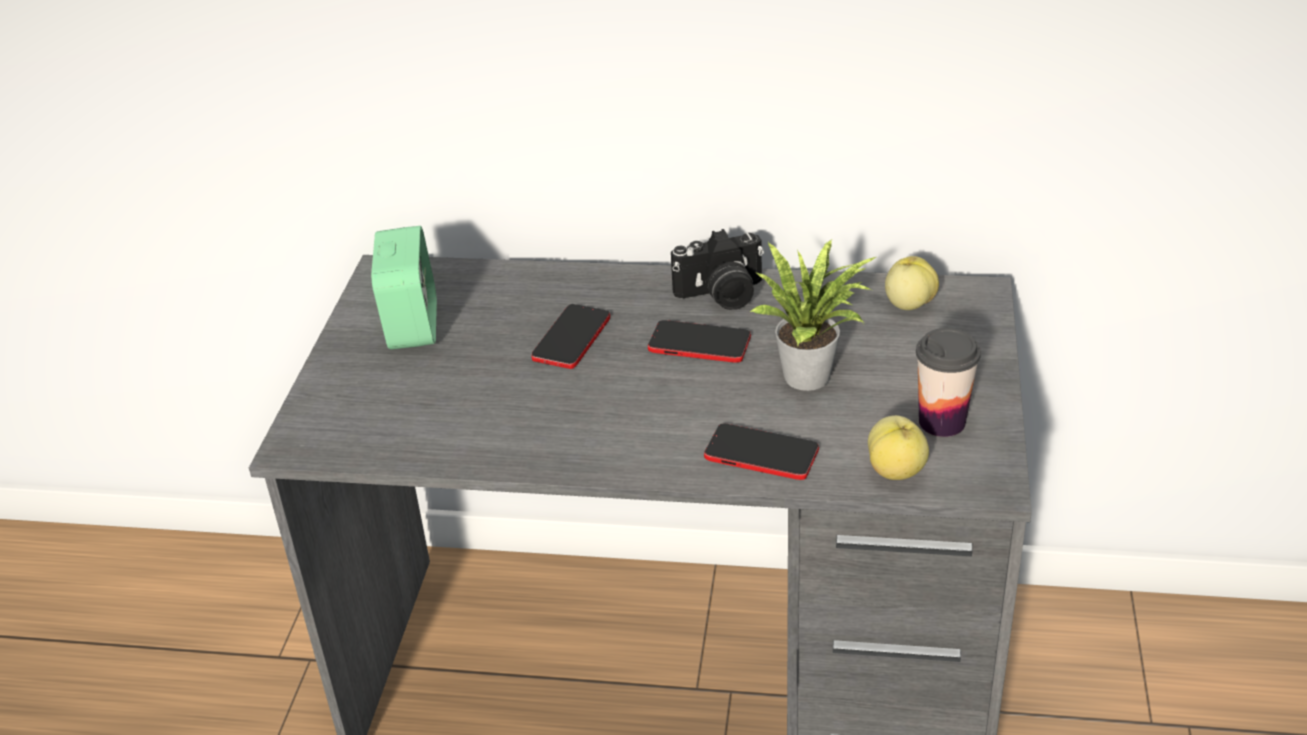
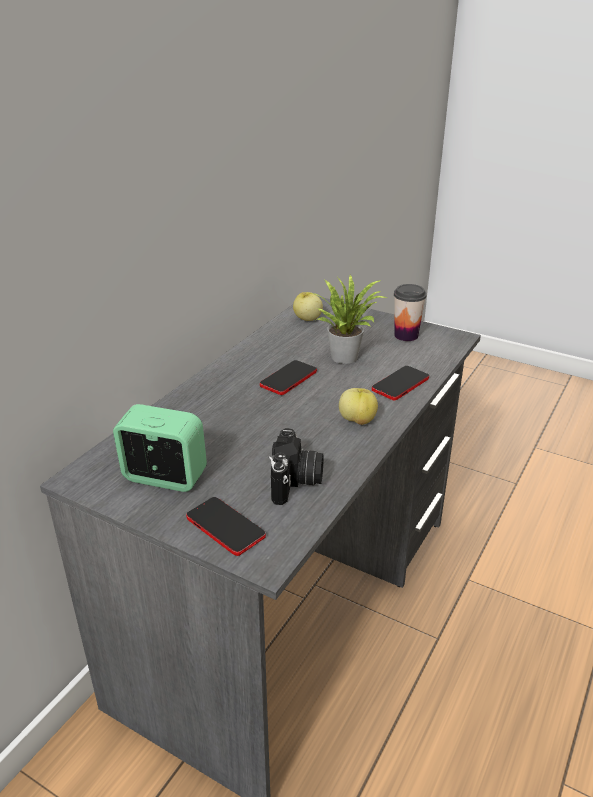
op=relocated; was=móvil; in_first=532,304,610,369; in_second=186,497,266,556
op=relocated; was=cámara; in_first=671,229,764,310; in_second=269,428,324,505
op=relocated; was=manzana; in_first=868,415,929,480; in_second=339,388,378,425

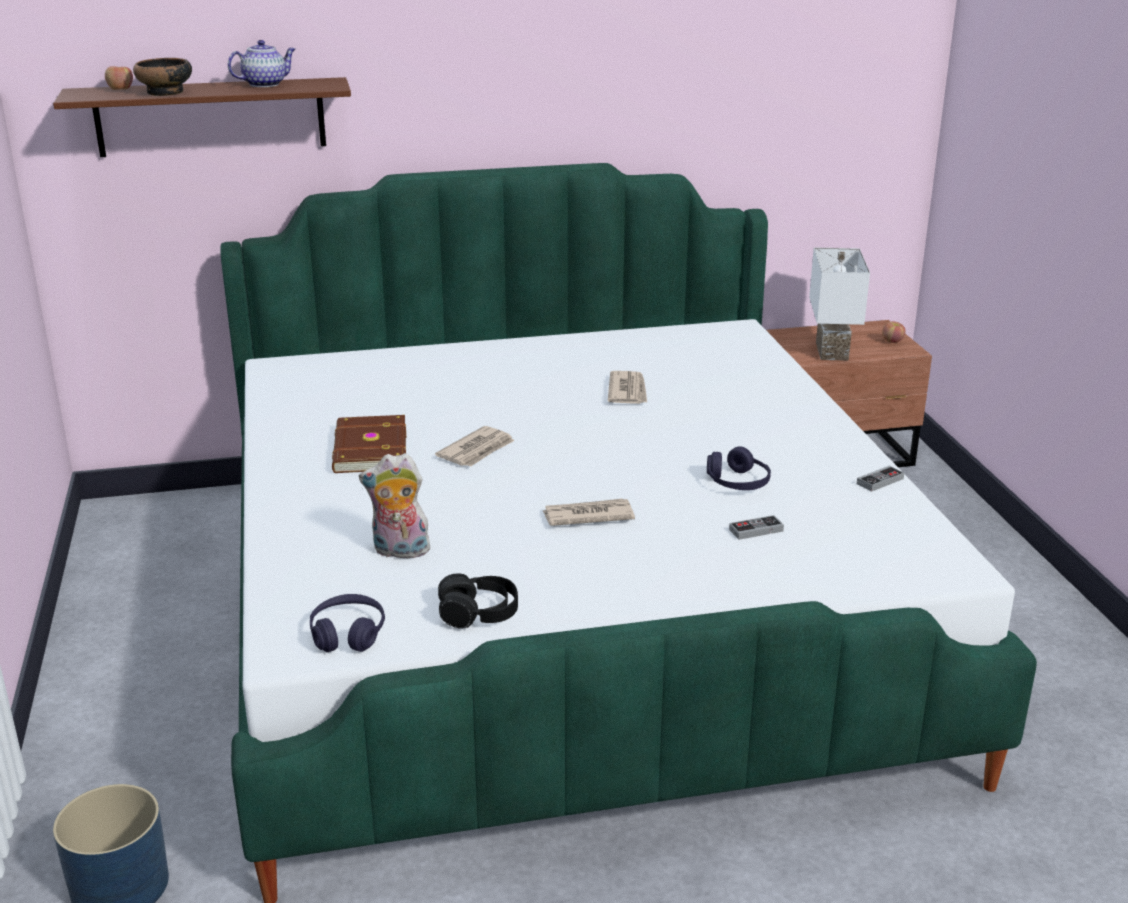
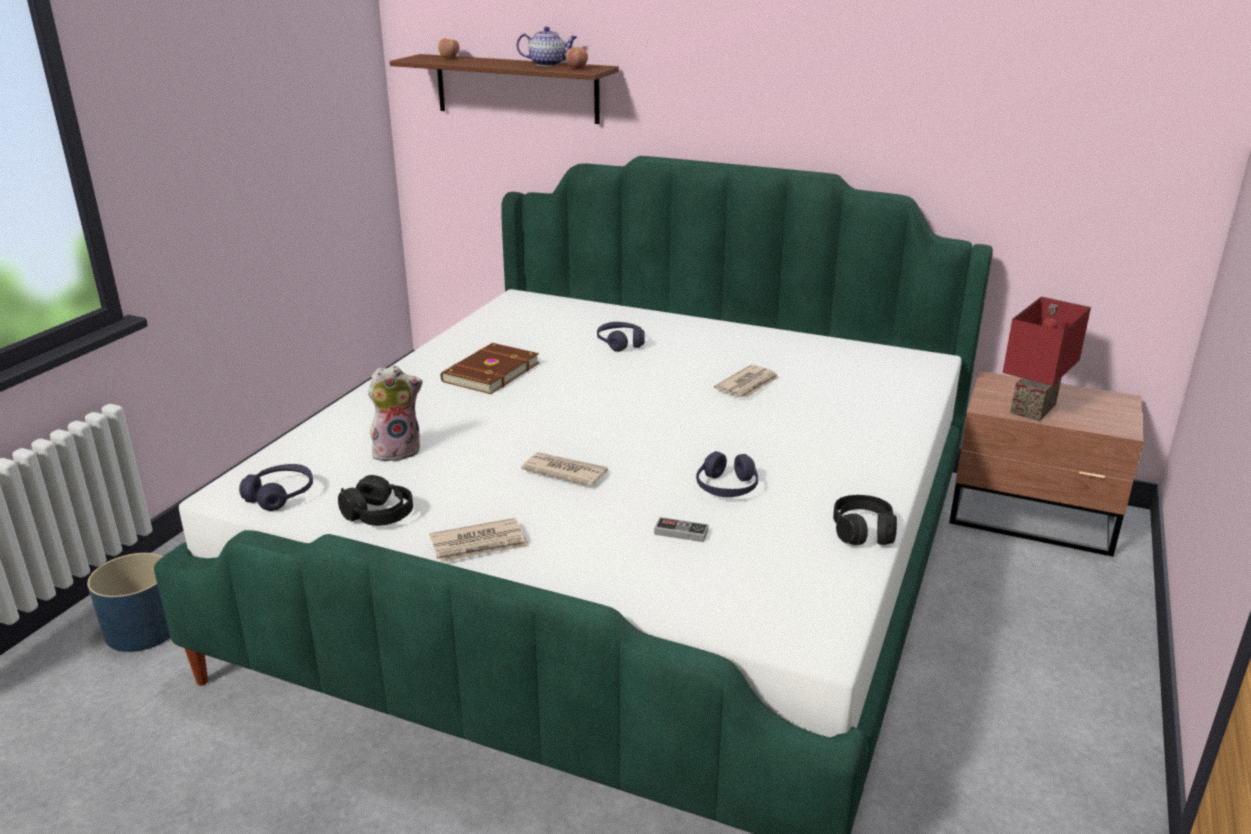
op=spun; was=peluche; in_first=359,453,435,558; in_second=368,365,423,461; clockwise=120
op=relocated; was=periódico; in_first=435,426,514,467; in_second=430,518,529,563
op=relocated; was=manzana; in_first=882,321,906,343; in_second=566,47,588,69
op=appeared; now=auriculares (morado); in_second=597,322,645,352
op=exchanged; was=mando de consola; now=auriculares (negro); in_first=857,466,904,492; in_second=833,495,897,545
op=colour; was=lámpara de mesa (blanco); now=lámpara de mesa (rojo); in_first=809,247,870,361; in_second=1003,296,1091,421
op=missing; was=cuenco; in_first=133,58,192,96

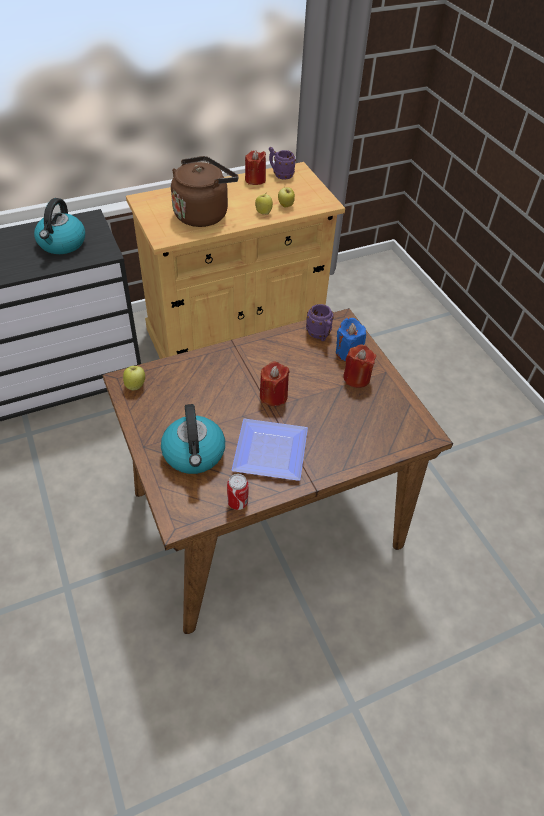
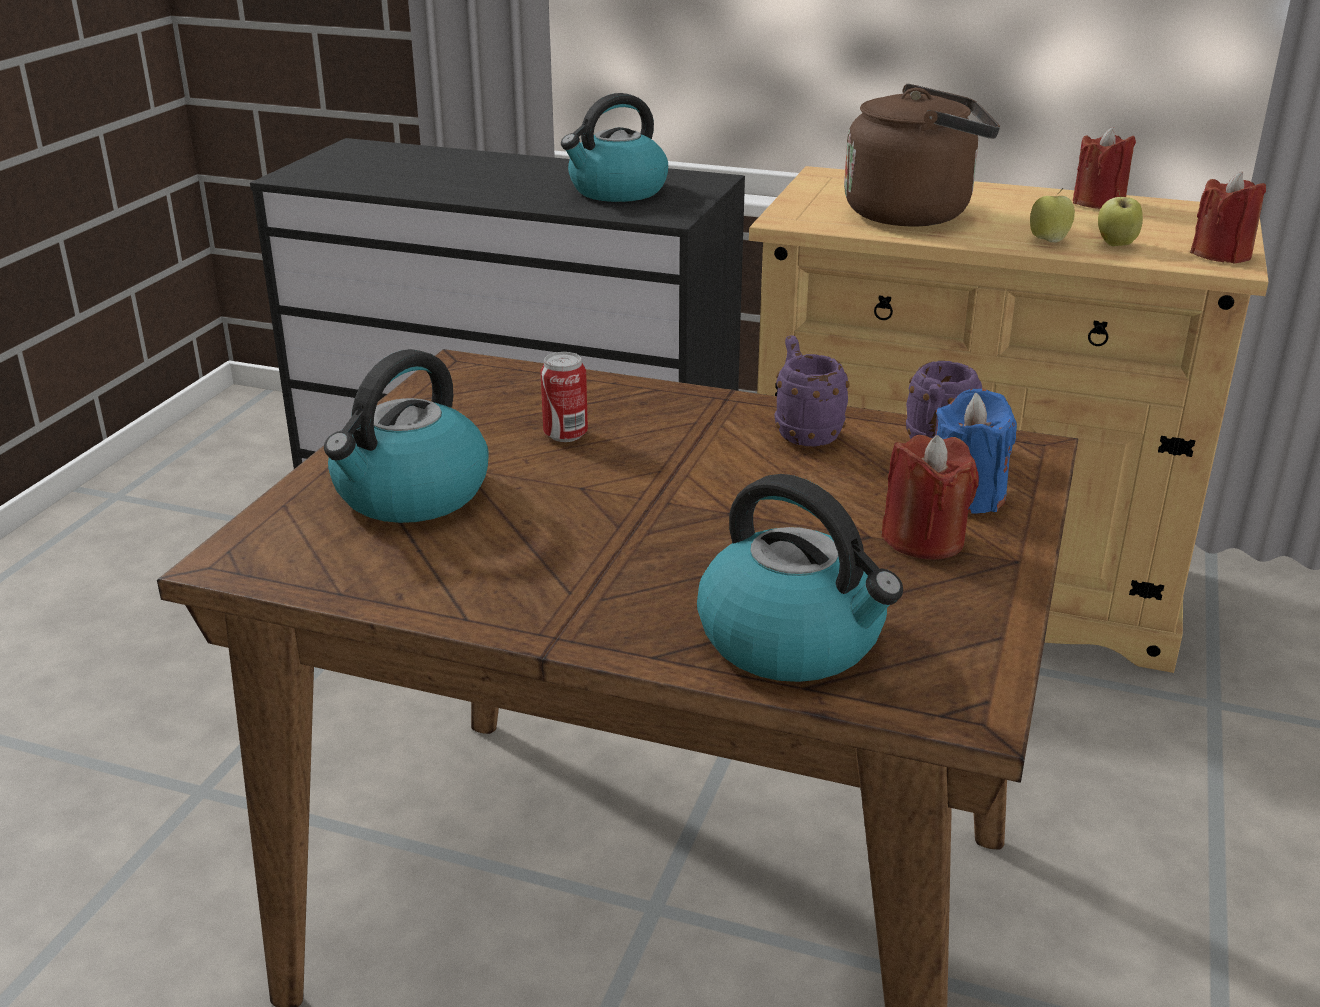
op=relocated; was=lata; in_first=227,474,249,510; in_second=541,352,588,442
op=appeared; now=hervidor; in_second=697,474,903,682
op=relocated; was=taza grande (morado); in_first=269,147,296,180; in_second=774,336,850,446
op=relocated; was=vela (rojo); in_first=260,362,290,406; in_second=1190,172,1266,264
op=missing; was=manzana; in_first=123,366,145,391
op=missing; was=plato; in_first=232,419,308,481

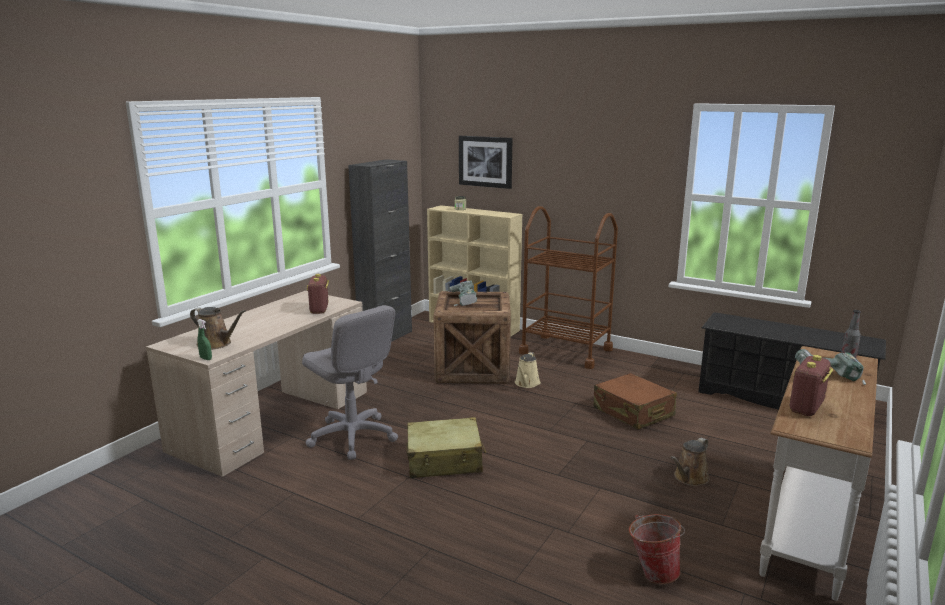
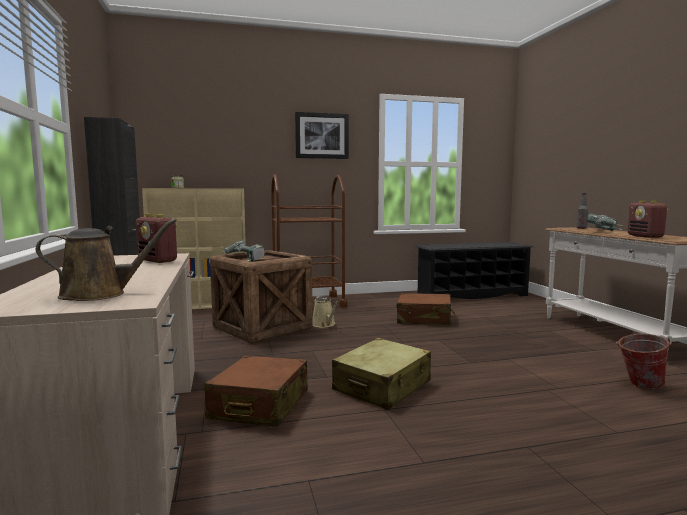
op=exchanged; was=silla de oficina (gris); now=maleta (marrón); in_first=302,305,398,460; in_second=204,355,308,427
op=relocated; was=cuadro; in_first=459,136,513,189; in_second=295,112,349,159
op=missing; was=pulverizador (verde); in_first=197,319,212,360
op=missing; was=regadera (marrón); in_first=671,438,710,486

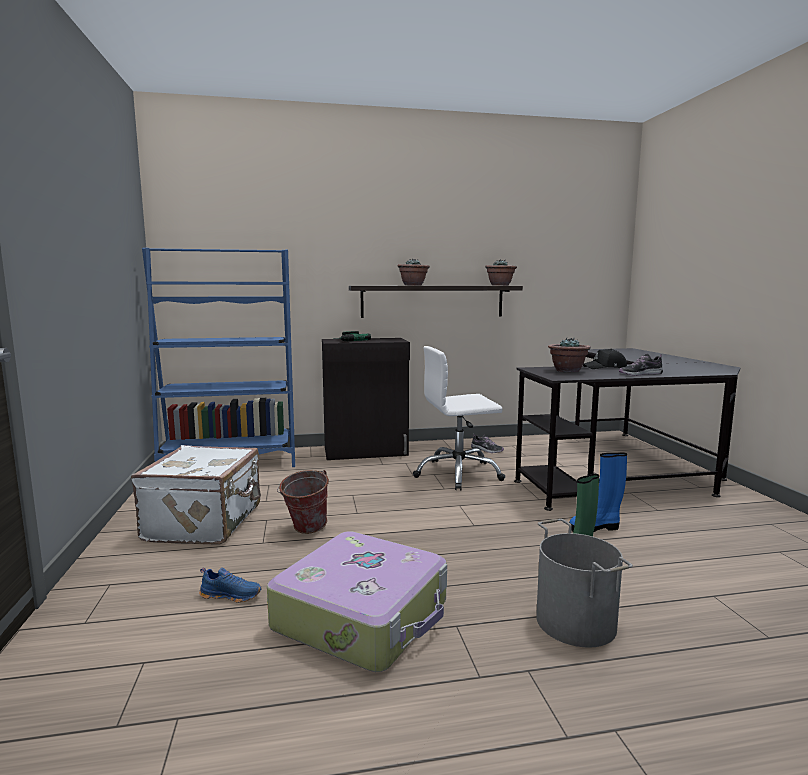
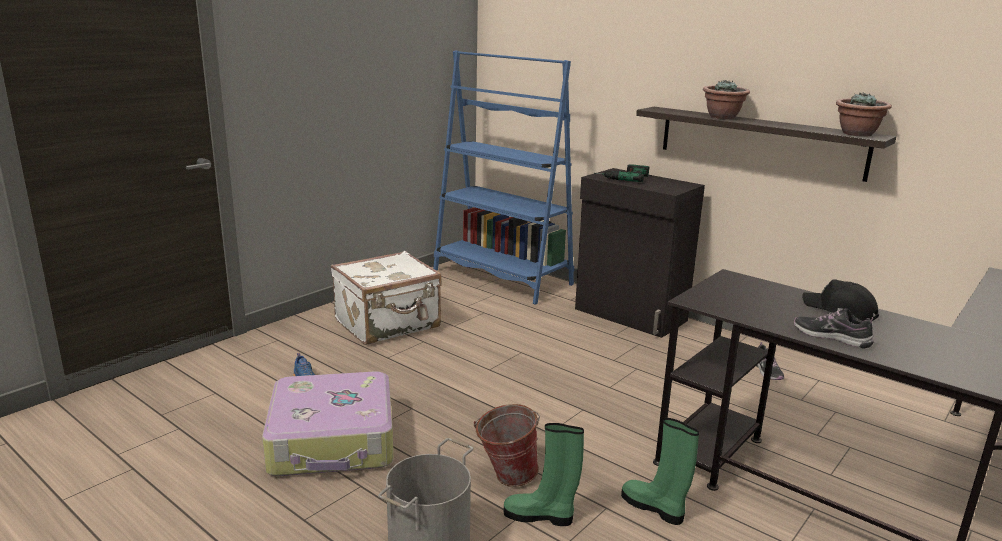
op=relocated; was=cubo; in_first=277,470,329,534; in_second=473,404,540,487
op=colour; was=bota (azul); now=bota (verde); in_first=569,453,627,532; in_second=621,418,699,525
op=missing; was=silla de oficina (blanco); in_first=413,346,505,490
op=missing; was=planta en maceta; in_first=548,338,591,372

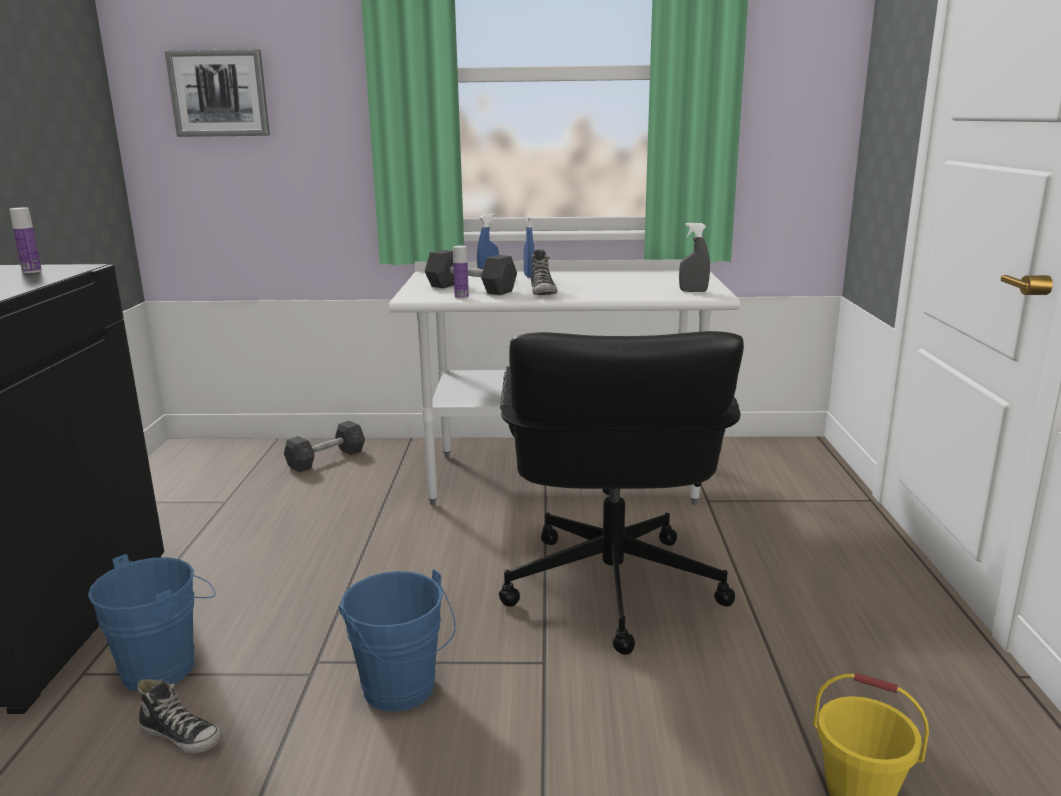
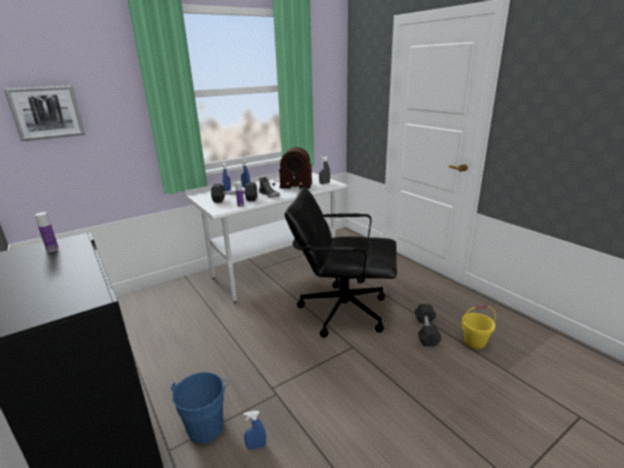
op=exchanged; was=zapato; now=pulverizador (azul); in_first=137,679,223,754; in_second=244,411,266,450
op=appeared; now=radio; in_second=272,147,312,189
op=spun; was=silla de oficina (negro); in_first=499,331,744,655; in_second=284,187,397,338; clockwise=135
op=relocated; was=mancuerna (gris); in_first=284,421,365,472; in_second=415,304,442,347
op=missing; was=cubo (azul); in_first=338,569,456,712

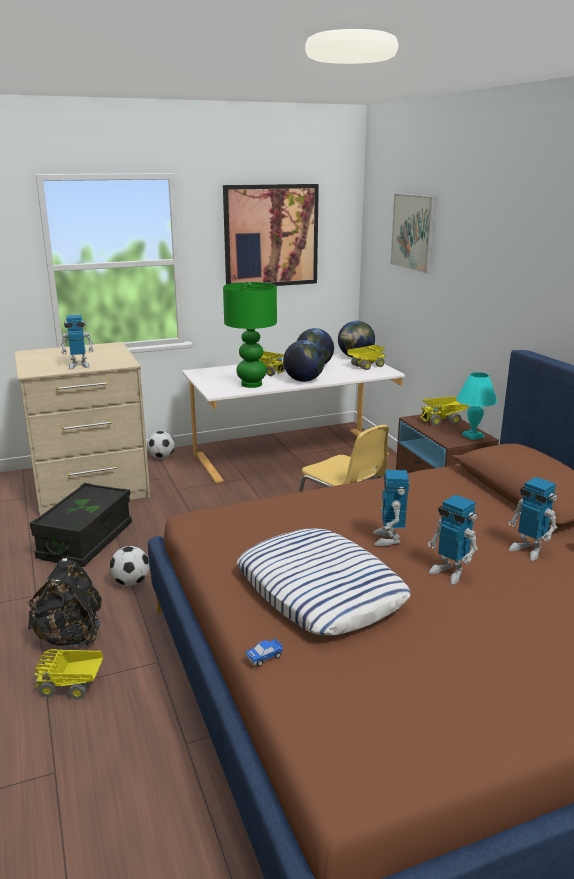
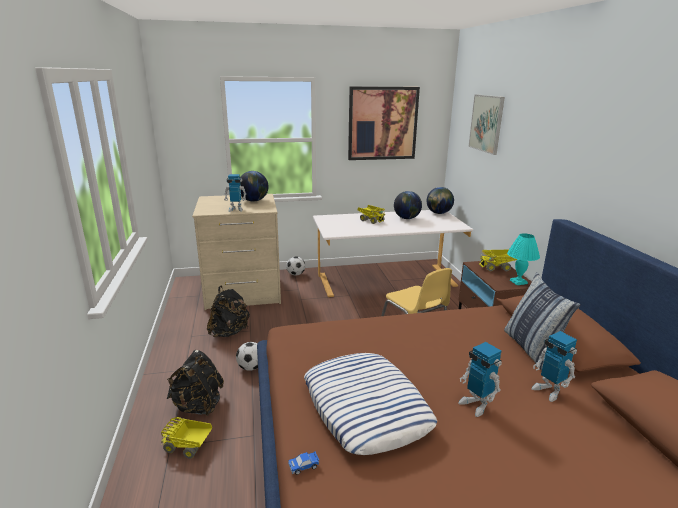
op=exchanged; was=caja de almacenaje (negro); now=mochila (negro); in_first=30,483,132,567; in_second=207,286,250,337
op=relocated; was=globo terráqueo; in_first=283,340,325,382; in_second=240,171,268,202
op=appeared; now=cojín; in_second=504,272,581,370
op=missing; was=lámpara de mesa (verde); in_first=223,282,277,388
op=missing; was=camión de juguete; in_first=347,345,386,370
op=missing; was=robot de juguete; in_first=373,470,409,546

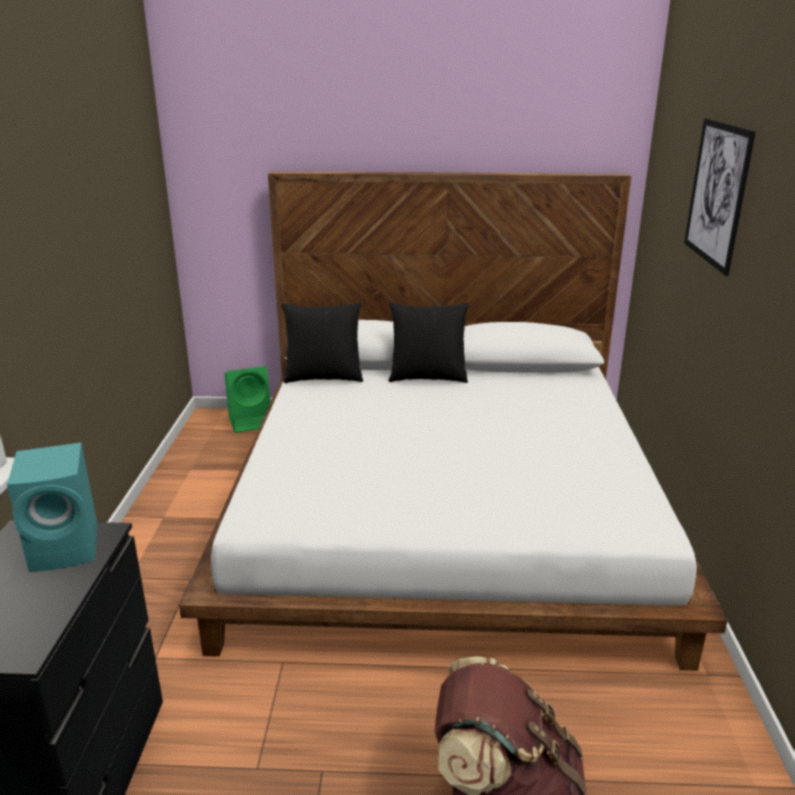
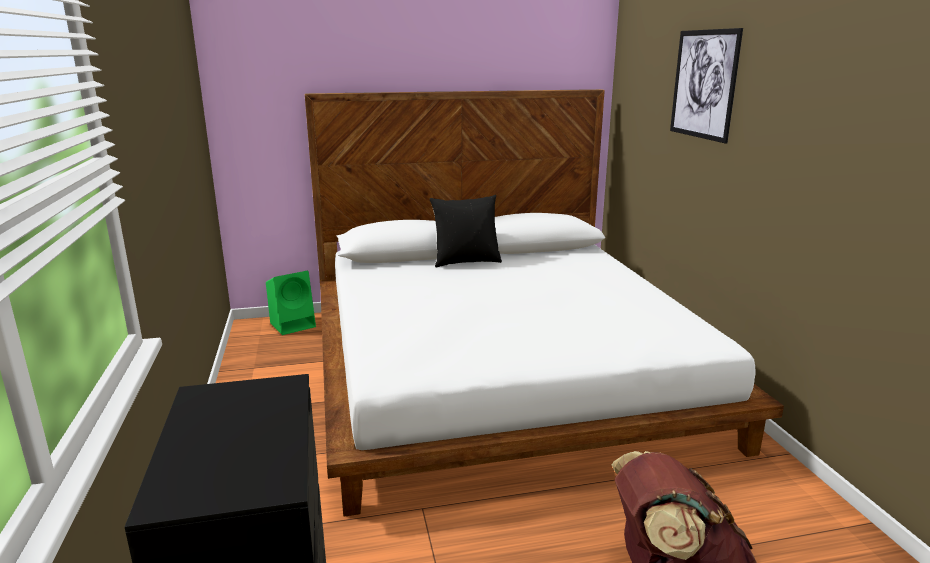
op=missing; was=altavoz (turquesa); in_first=7,443,97,572
op=missing; was=cojín (negro); in_first=281,302,363,383

